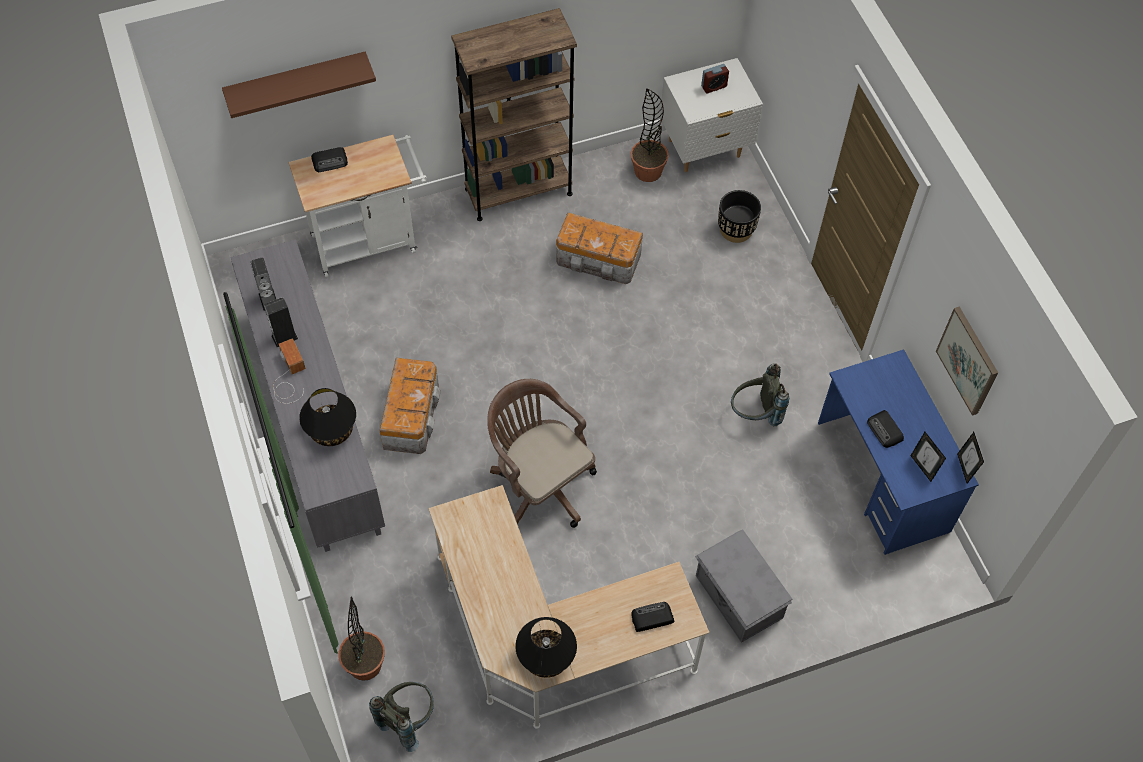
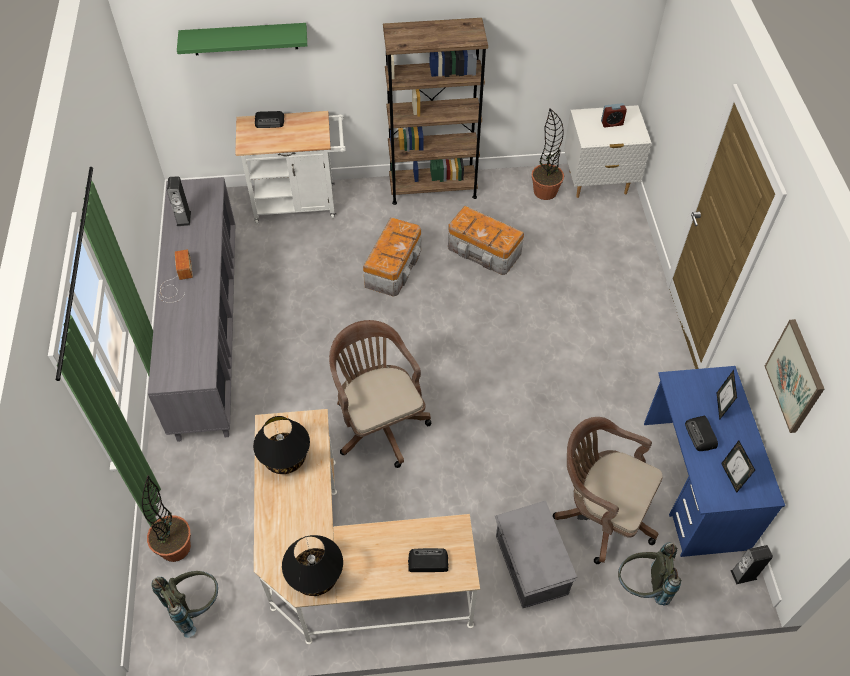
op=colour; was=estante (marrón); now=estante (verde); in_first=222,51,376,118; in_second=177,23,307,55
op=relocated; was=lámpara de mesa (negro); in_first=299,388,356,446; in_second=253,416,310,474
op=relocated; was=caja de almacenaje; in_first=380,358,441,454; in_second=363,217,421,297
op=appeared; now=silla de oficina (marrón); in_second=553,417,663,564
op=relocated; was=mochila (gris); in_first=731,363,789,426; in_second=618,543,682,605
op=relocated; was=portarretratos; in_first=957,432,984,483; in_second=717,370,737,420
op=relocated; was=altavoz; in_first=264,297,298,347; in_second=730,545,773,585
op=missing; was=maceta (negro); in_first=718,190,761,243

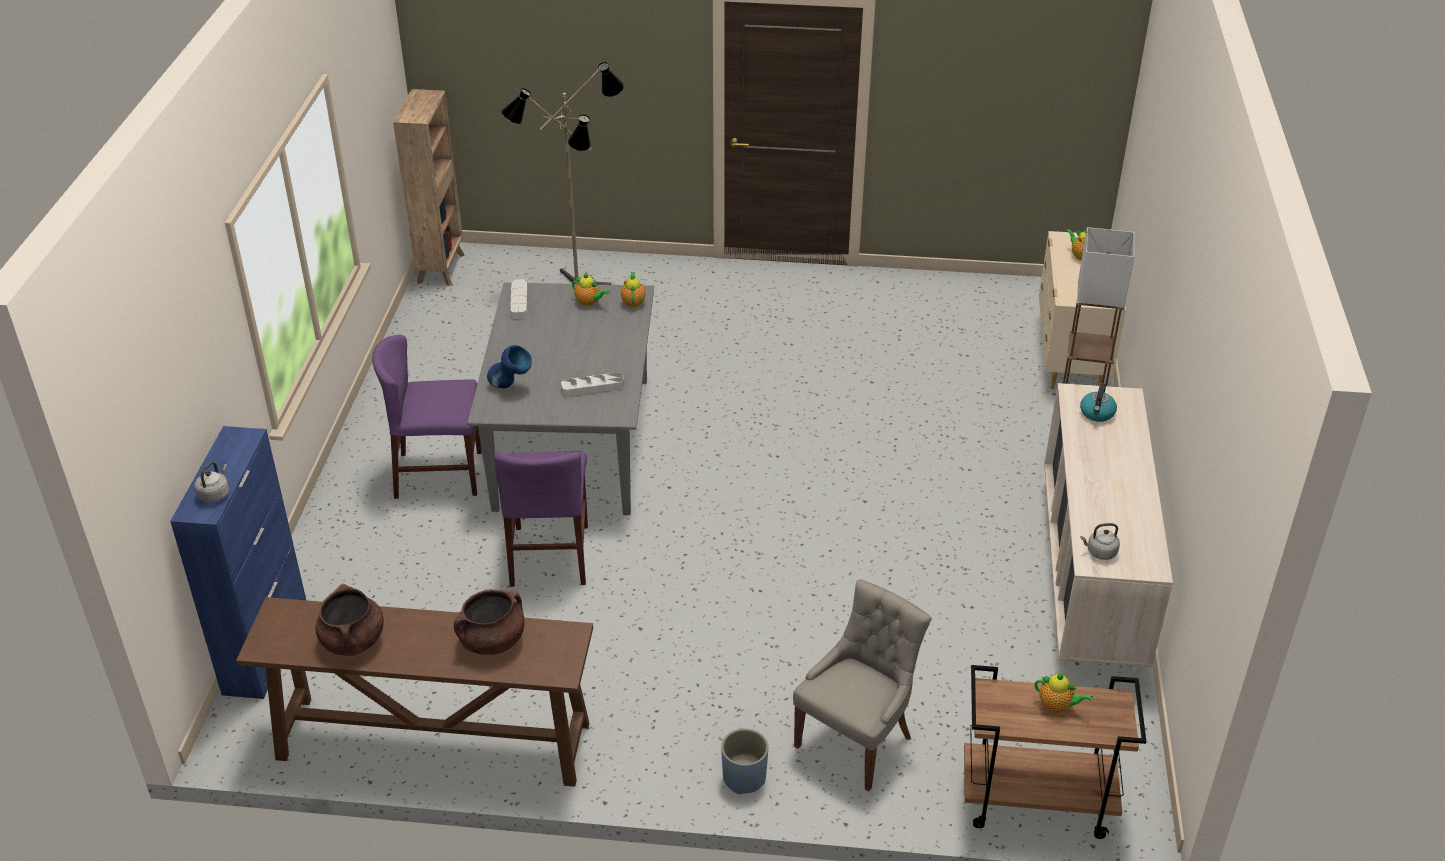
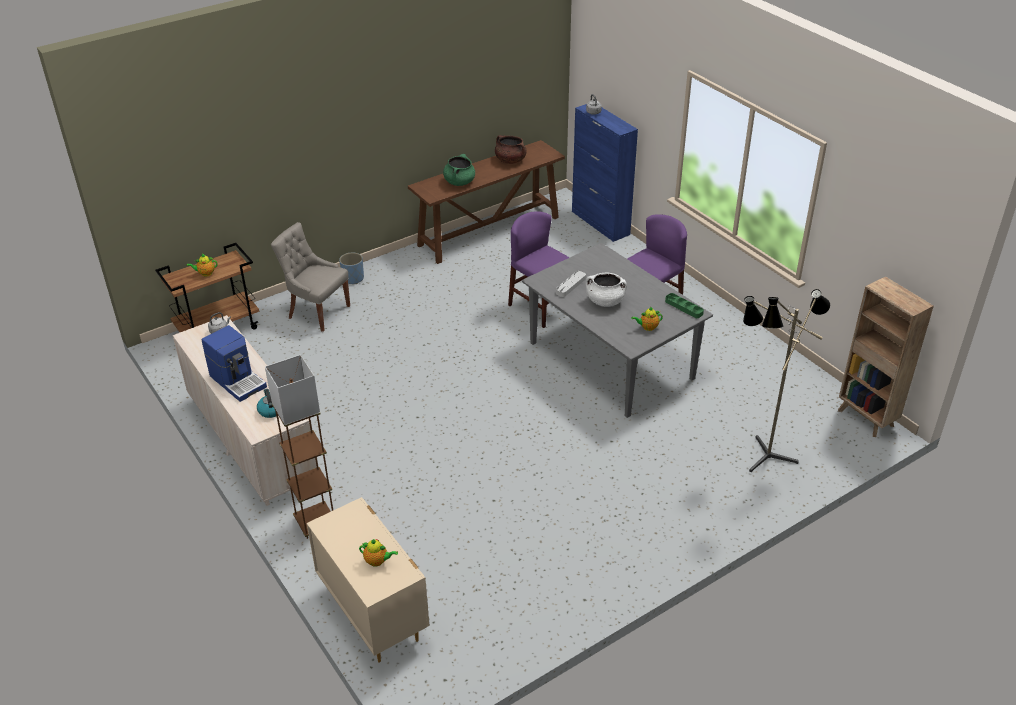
op=appeared; now=cafetera; in_second=202,325,267,402
op=spun; was=silla (gris); in_first=793,579,932,791; in_second=271,222,350,332; clockwise=120
op=colour; was=olla (marrón); now=olla (verde); in_first=454,589,525,655; in_second=443,154,475,186
op=appeared; now=olla (blanco); in_second=586,273,627,307
op=colour; was=bandeja (gris); now=bandeja (verde); in_first=510,279,528,319; in_second=665,293,704,318
op=missing; was=florero (azul); in_first=487,345,532,388
op=missing; was=tetera; in_first=621,272,646,308

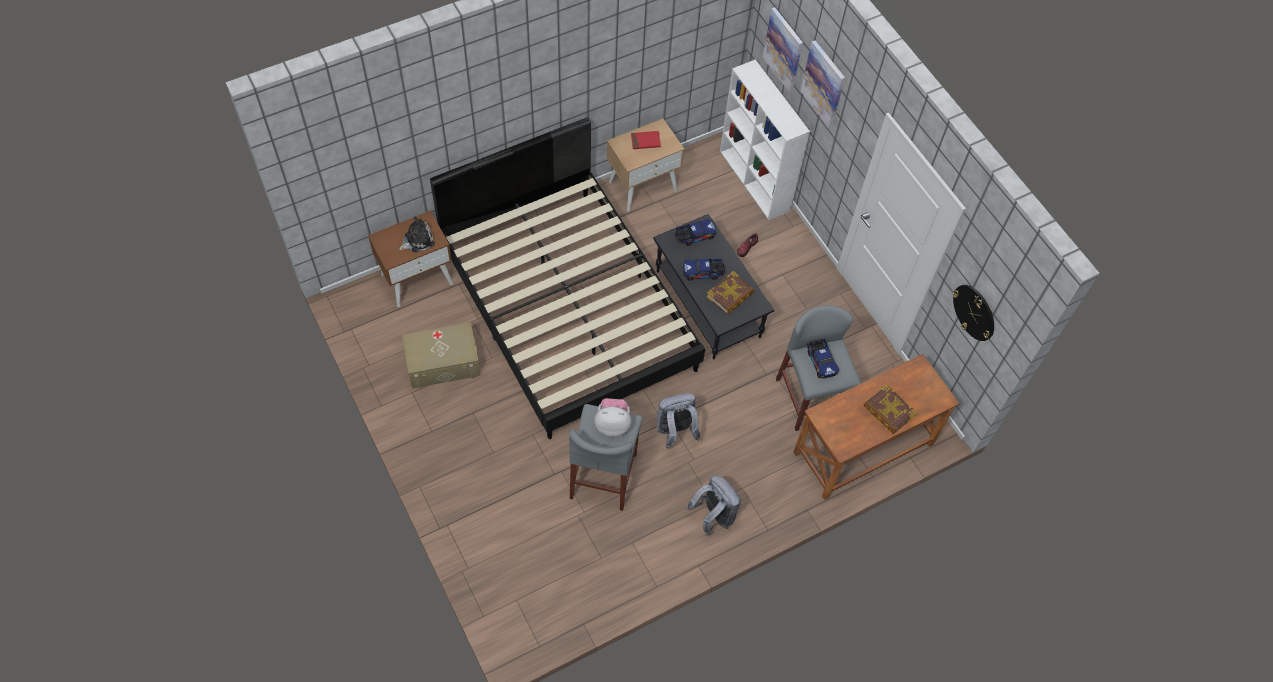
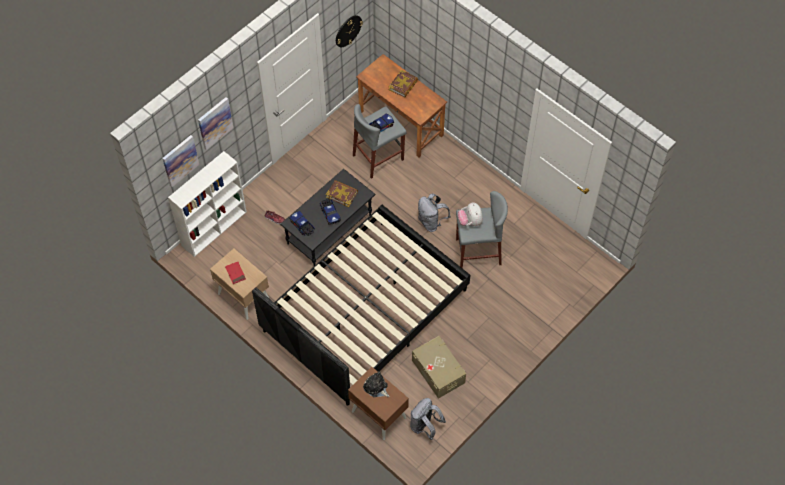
op=relocated; was=mochila (gris); in_first=686,476,741,536; in_second=410,398,446,440

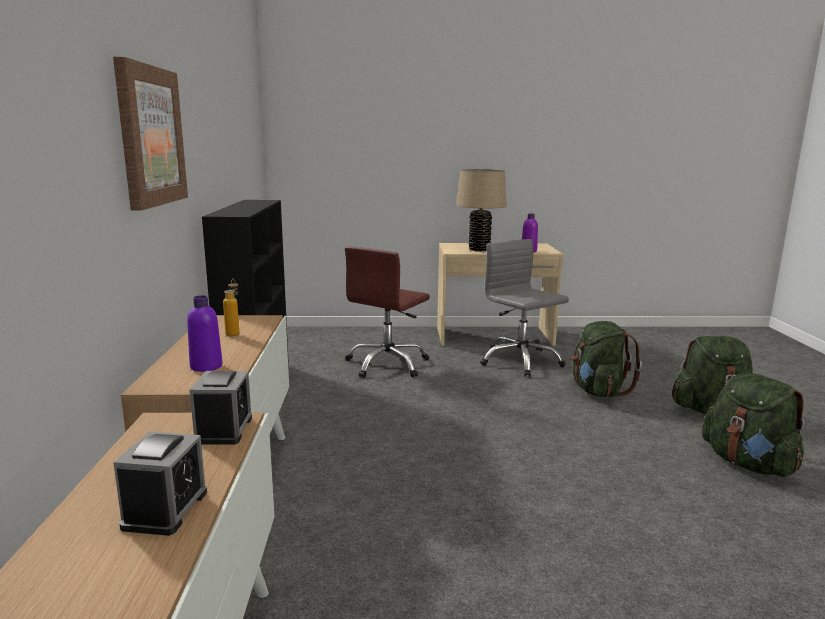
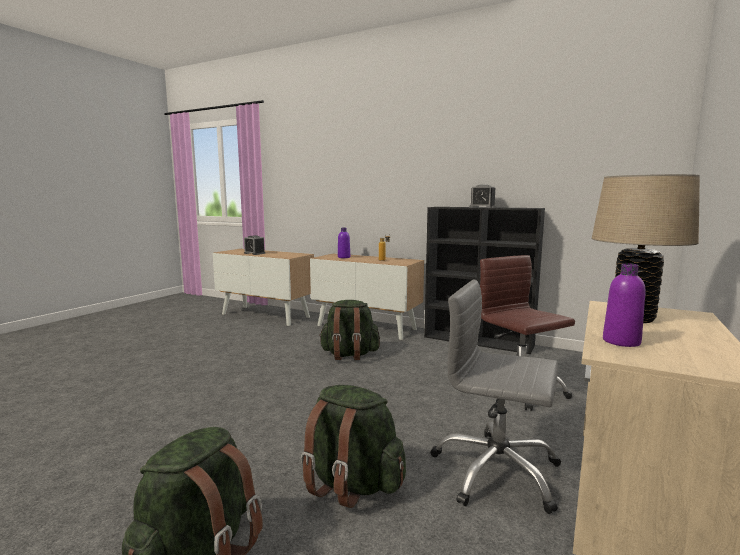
op=relocated; was=mochila (verde); in_first=702,373,804,477; in_second=320,300,380,360
op=spun; was=silla de oficina (gris); in_first=480,239,569,377; in_second=431,280,561,514; clockwise=-150
op=relocated; was=despertador; in_first=190,371,252,445; in_second=469,184,496,208
op=missing; was=cuadro; in_first=113,57,188,211

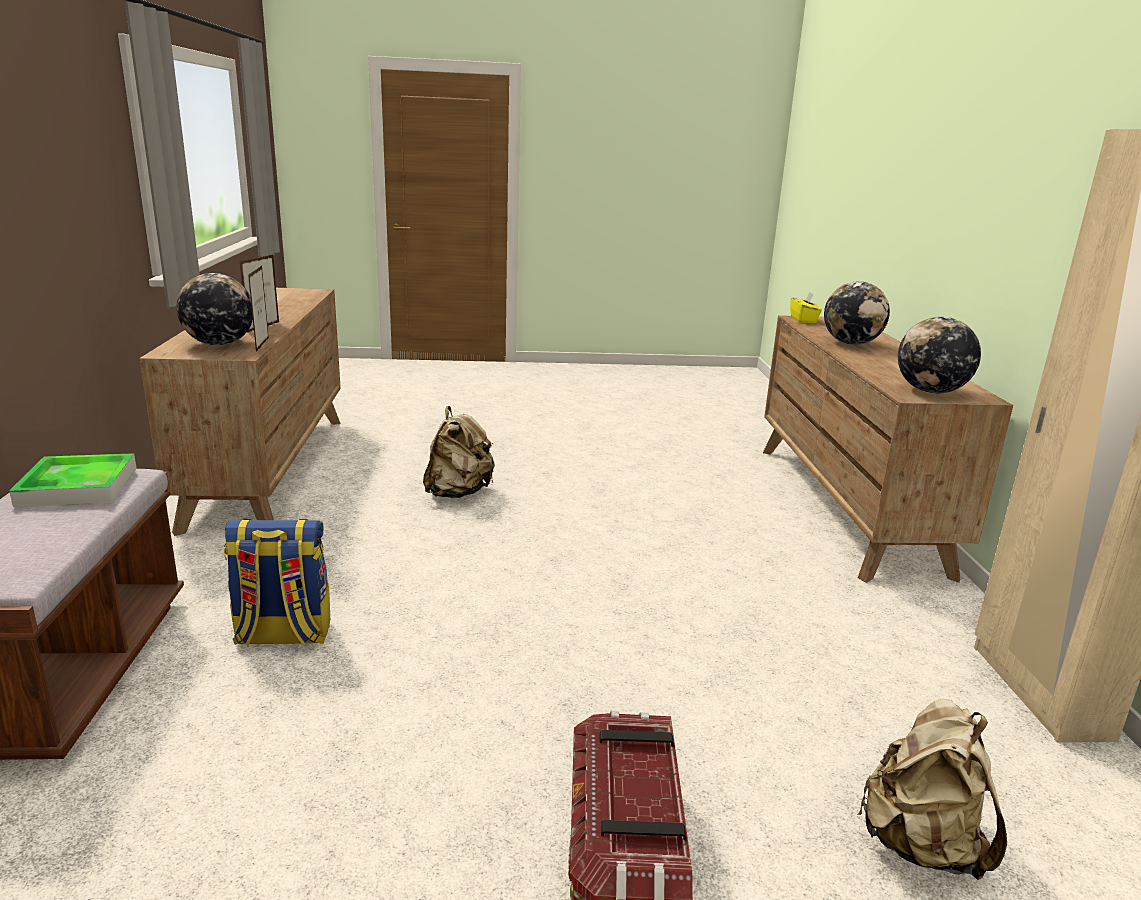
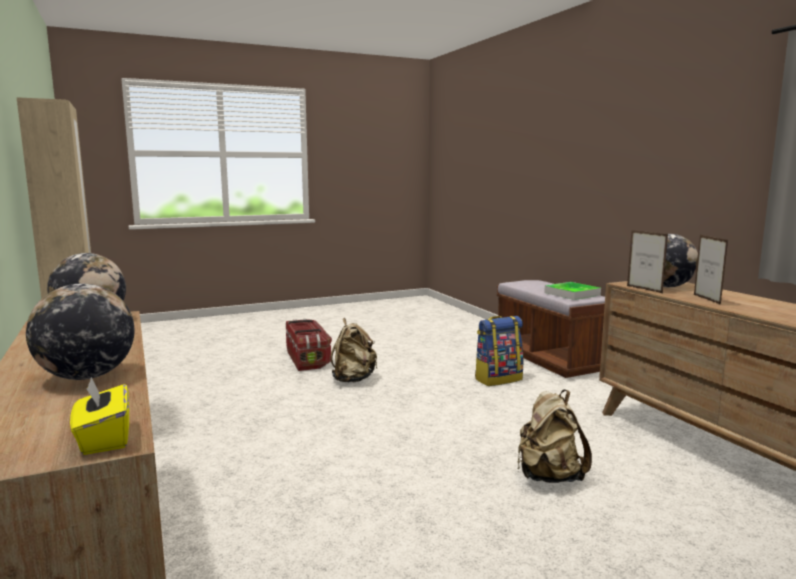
op=relocated; was=mochila (beis); in_first=857,699,1007,880; in_second=331,318,378,382

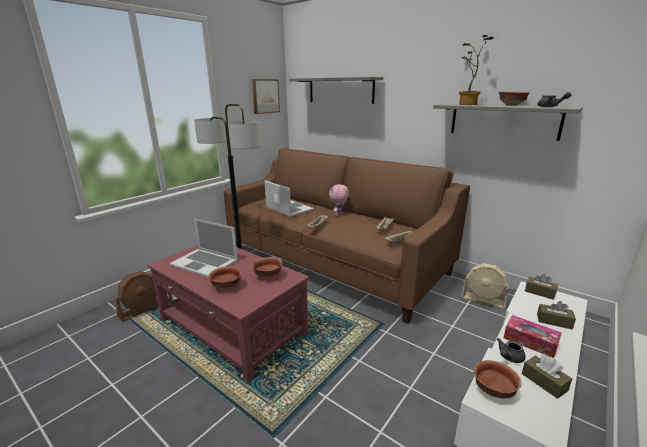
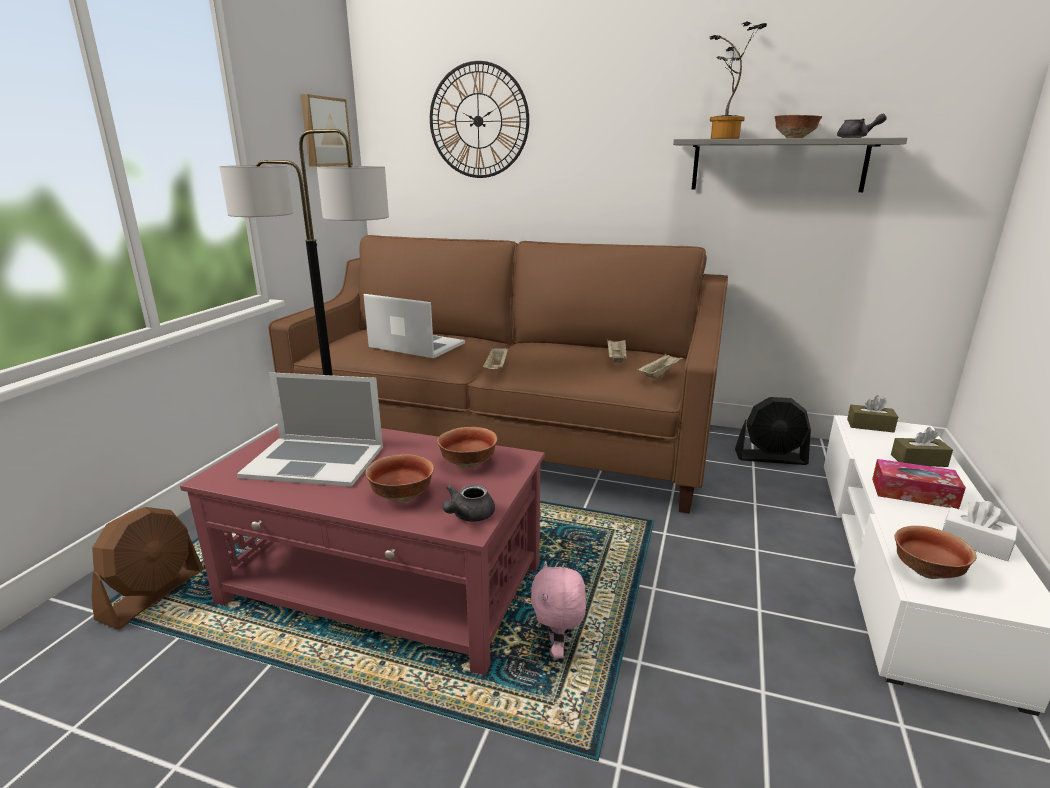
op=exchanged; was=estante (gris); now=reloj de pared; in_first=289,77,383,104; in_second=430,61,529,178
op=relocated; was=tetera (gris); in_first=497,338,526,363; in_second=442,484,495,522
op=relocated; was=peluche (rosa); in_first=329,184,349,216; in_second=531,561,586,658
op=colour; was=ventilador (beis); now=ventilador (negro); in_first=461,263,508,309; in_second=735,397,811,465
op=colour; was=caja de pañuelos (marrón); now=caja de pañuelos (blanco); in_first=522,355,572,399; in_second=942,501,1018,561

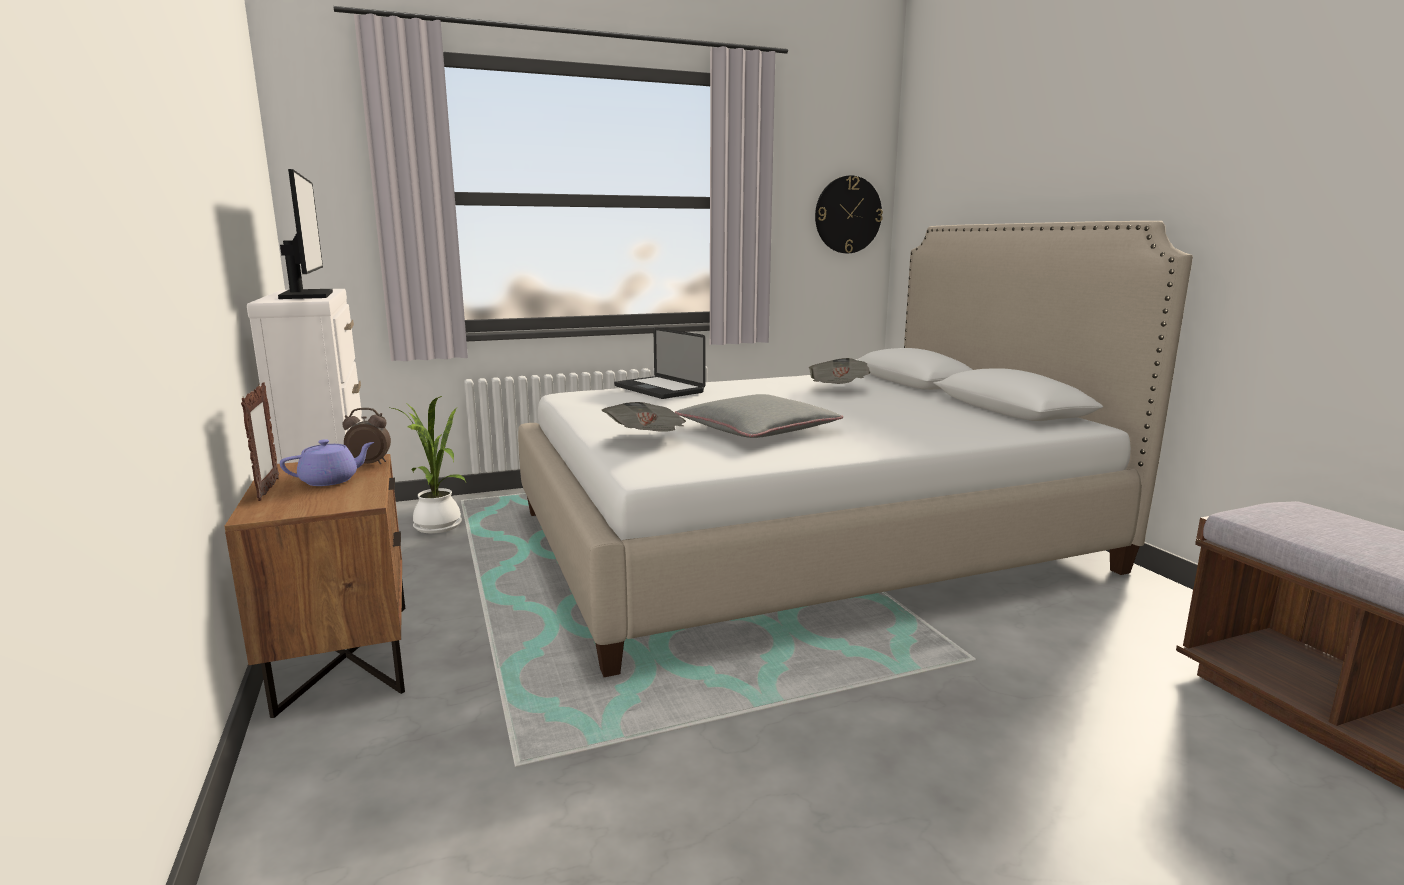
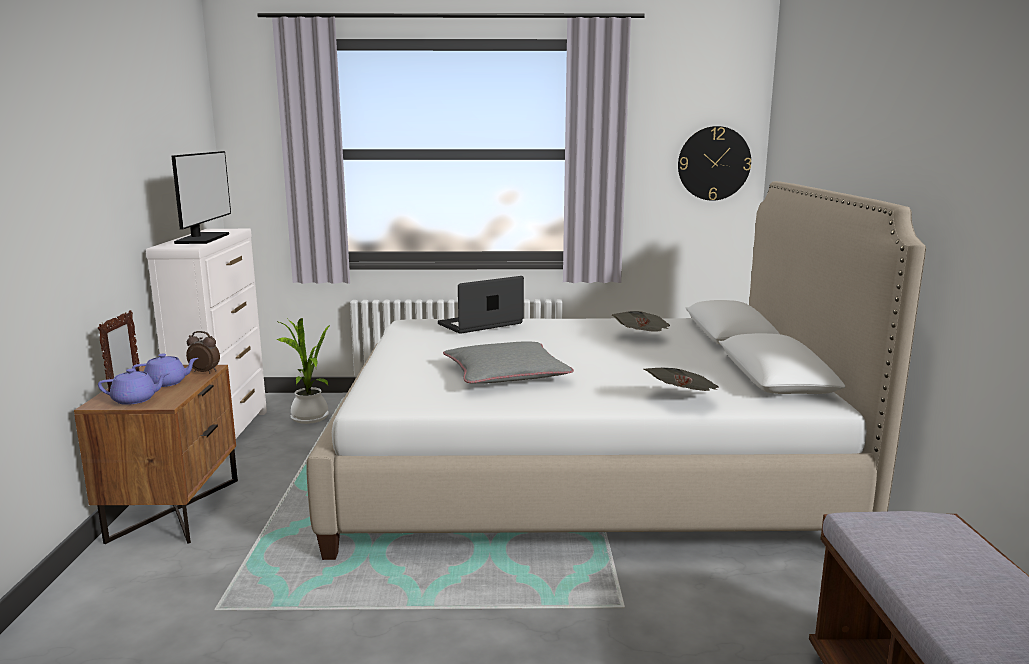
op=appeared; now=tetera (morado); in_second=98,369,169,405
op=spun; was=portátil; in_first=614,327,705,399; in_second=438,276,524,334; clockwise=75
op=relocated; was=periódico; in_first=601,402,686,432; in_second=643,368,719,391

